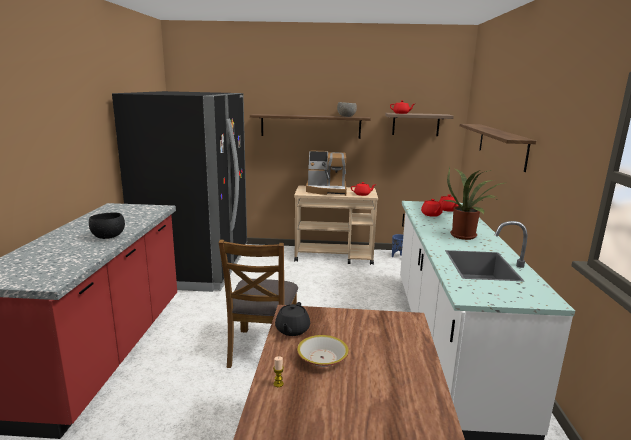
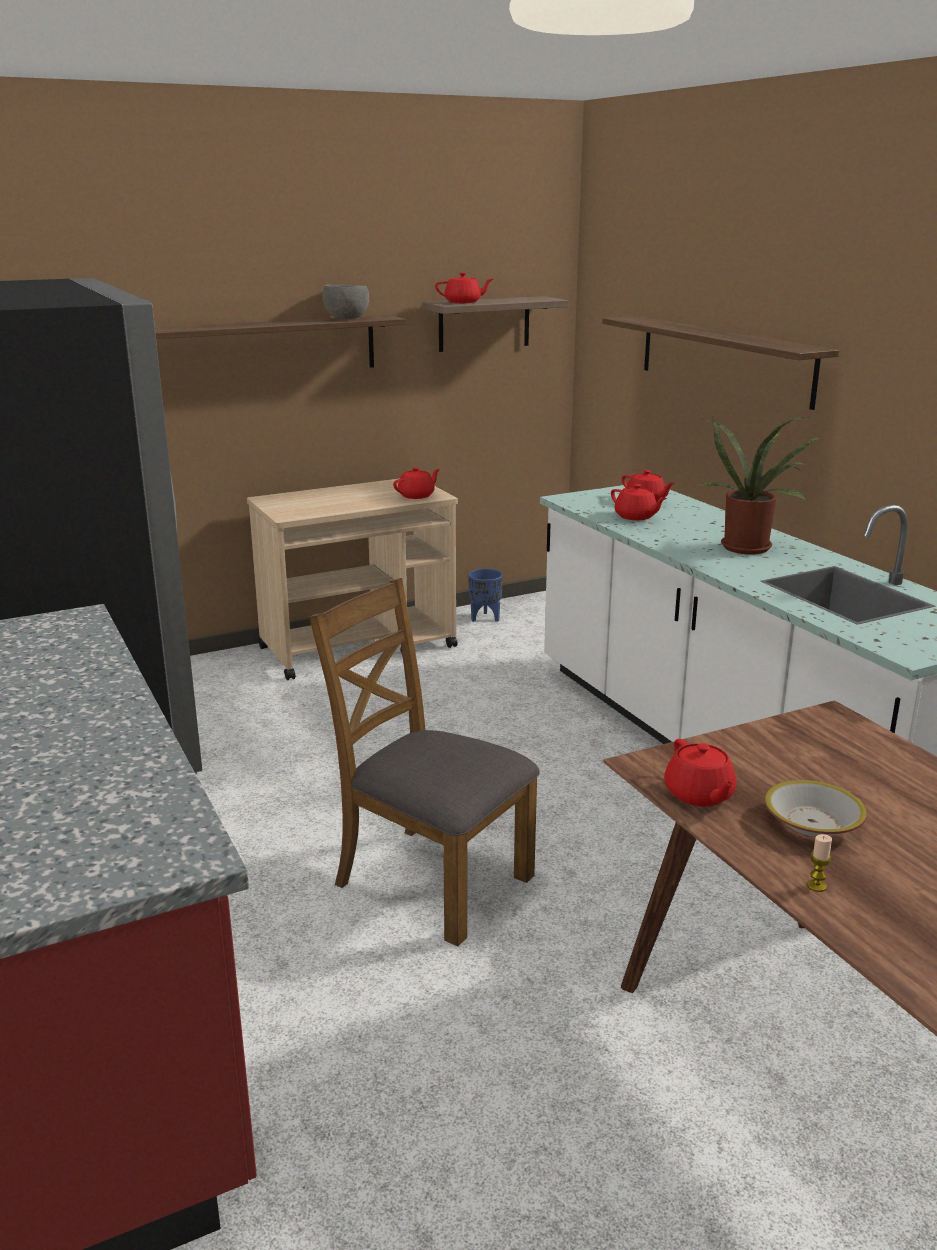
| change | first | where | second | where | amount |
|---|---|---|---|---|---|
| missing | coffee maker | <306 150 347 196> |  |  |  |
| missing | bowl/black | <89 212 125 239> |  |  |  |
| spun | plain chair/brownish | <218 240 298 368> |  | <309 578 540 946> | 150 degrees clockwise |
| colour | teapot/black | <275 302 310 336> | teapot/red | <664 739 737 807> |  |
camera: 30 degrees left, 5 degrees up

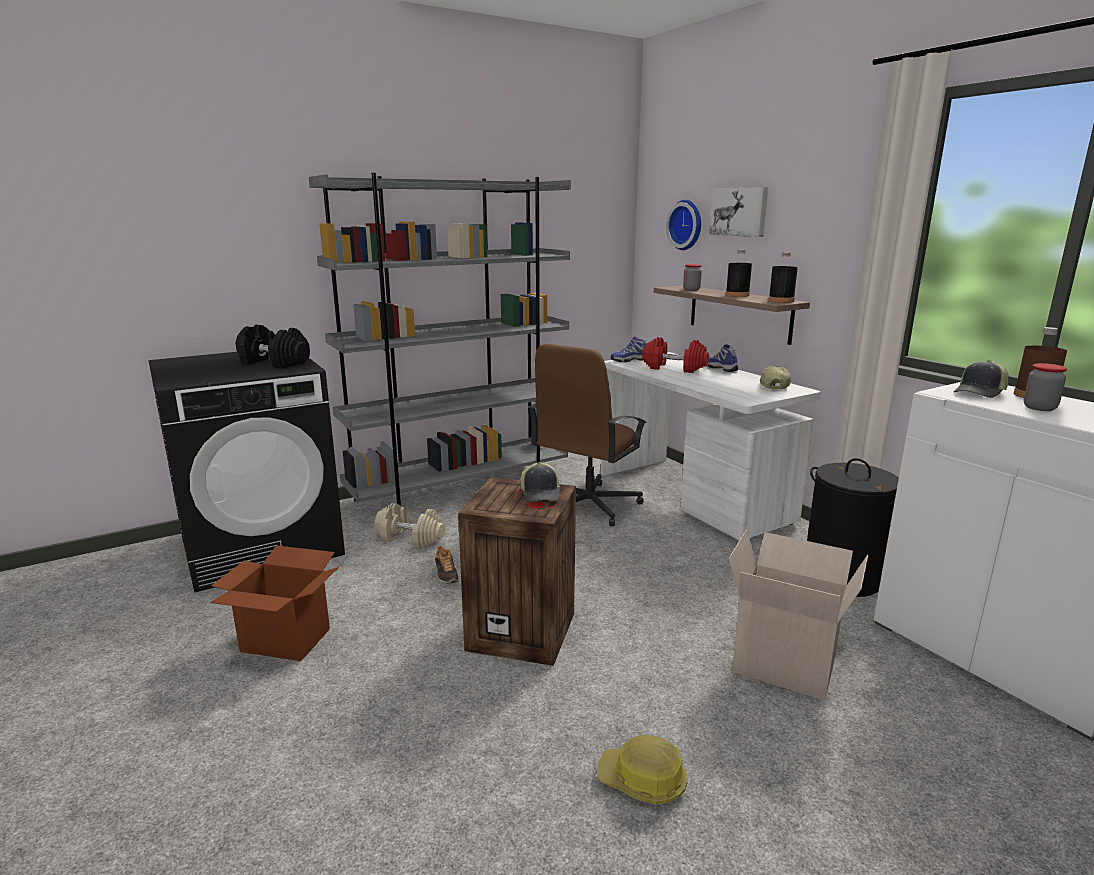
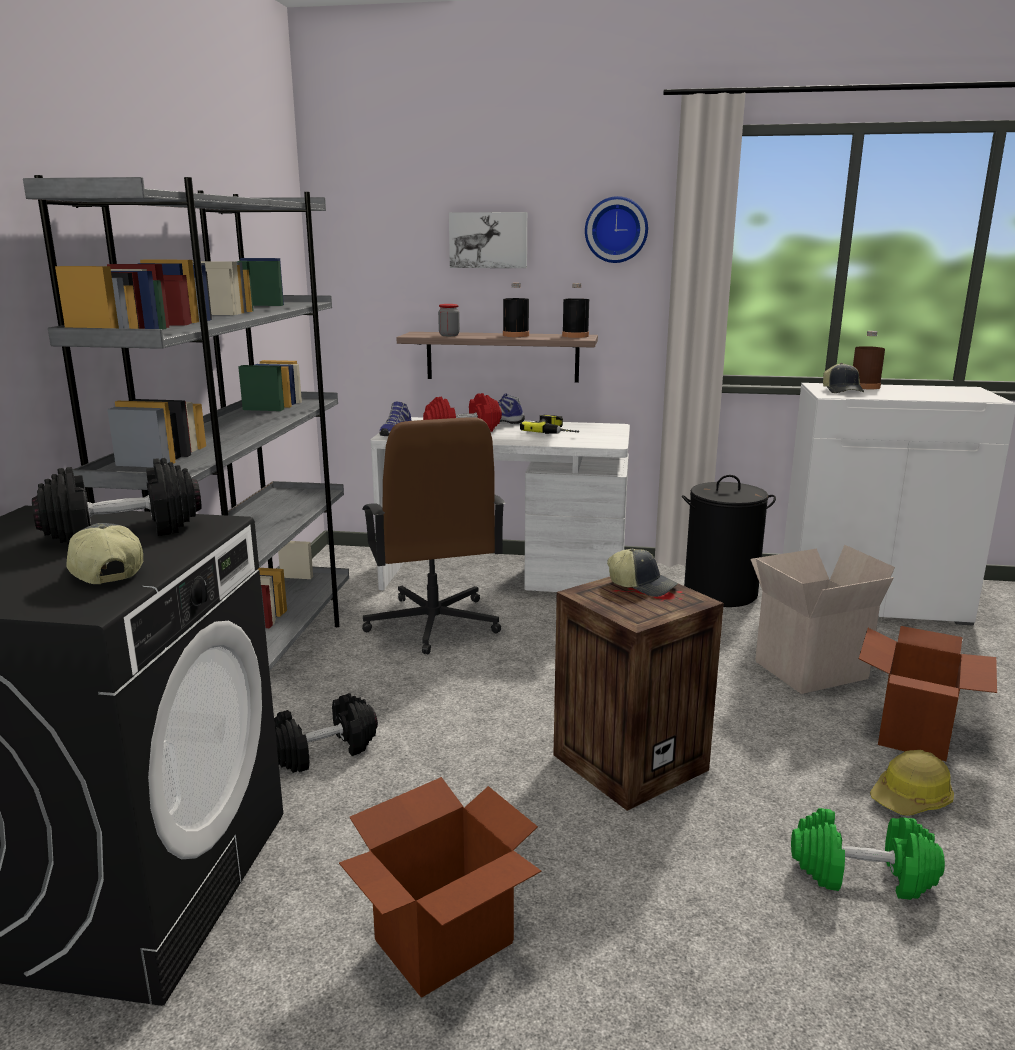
| change | first | where | second | where | amount |
|---|---|---|---|---|---|
| relocated | wall clock | <666 200 701 250> |  | <585 196 648 263> |  |
| missing | preserve jar | <1024 363 1067 411> |  |  |  |
| relocated | peaked cap | <760 365 790 389> |  | <66 523 143 584> |  |
| colour | dumbbell/beige-coloured | <375 503 445 548> | dumbbell/black | <274 693 378 773> |  |
| missing | shoe | <435 546 459 584> |  |  |  |
| appeared |  |  | electric drill | <520 415 579 434> |  |
| appeared |  |  | carton | <859 626 997 761> |  |
| appeared |  |  | dumbbell/greenish | <791 808 945 900> |  |
camera: 50 degrees left, 0 degrees up

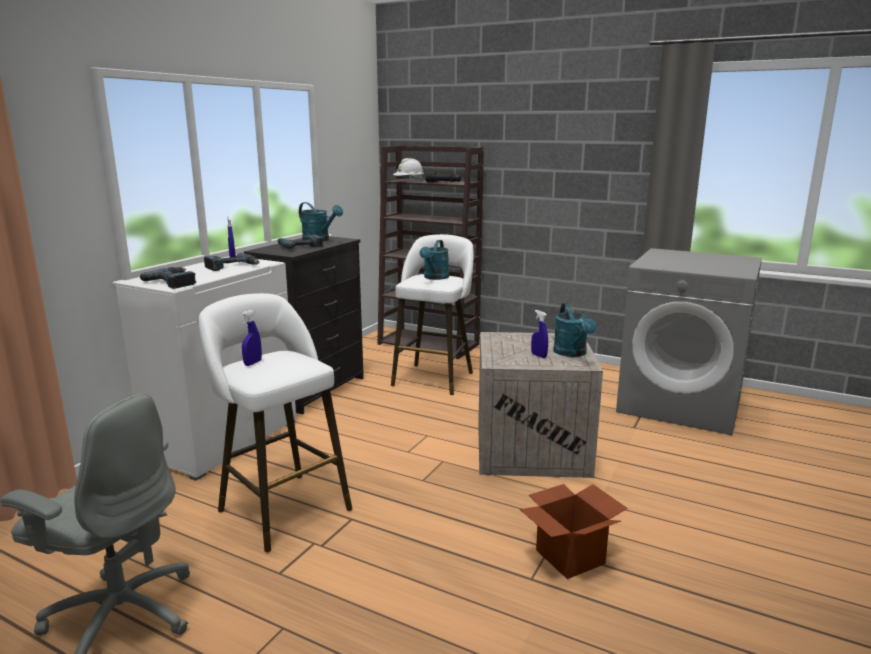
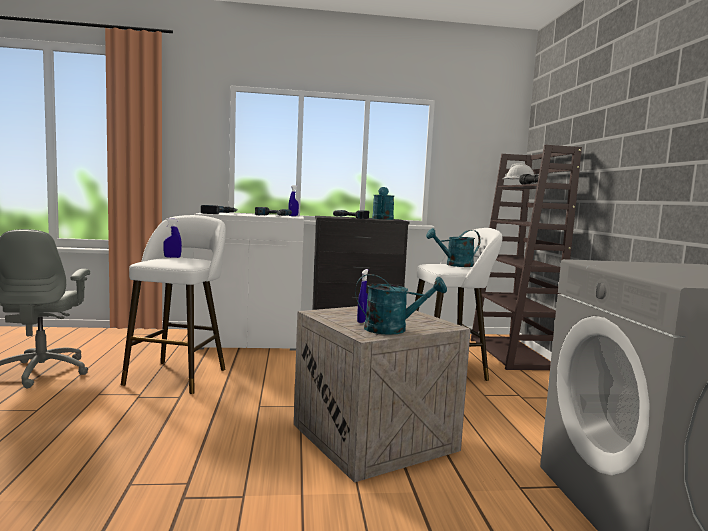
| change | first | where | second | where | amount |
|---|---|---|---|---|---|
| spun | watering can/blue-green | <553 303 596 357> |  | <355 274 447 335> | 135 degrees counterclockwise |
| missing | carton | <520 484 628 579> |  |  |  |
camera: 55 degrees right, 10 degrees down

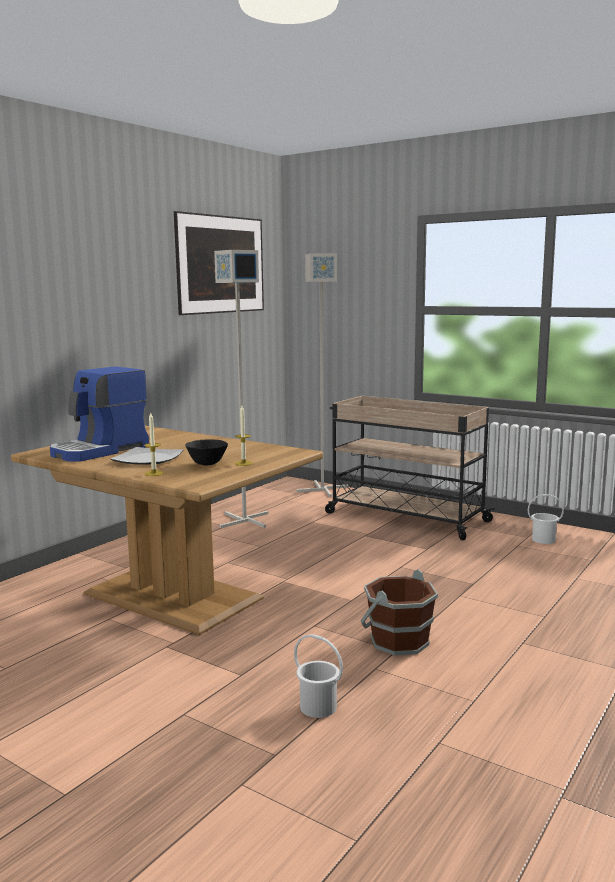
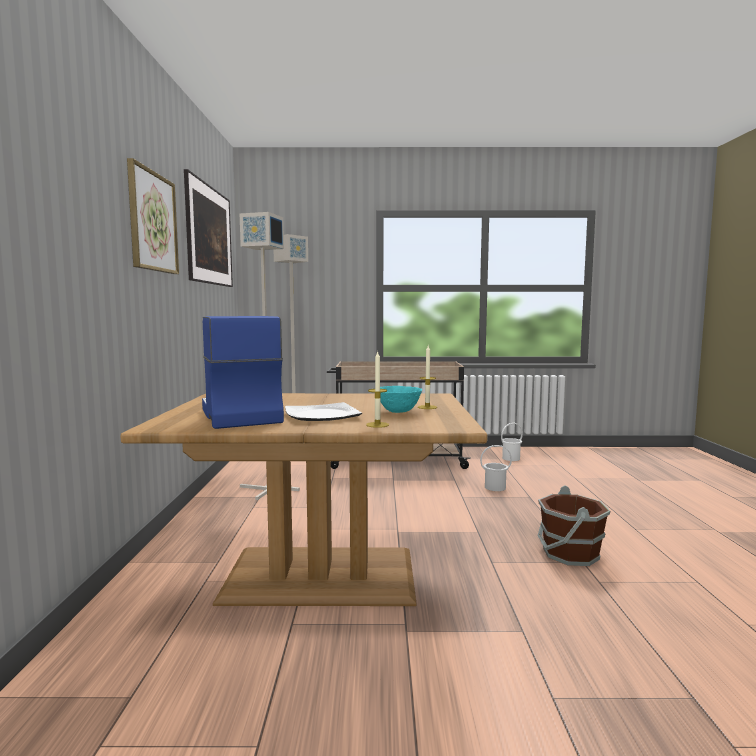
| change | first | where | second | where | amount |
|---|---|---|---|---|---|
| spun | coffee maker | <50 366 149 462> |  | <202 316 284 429> | 150 degrees clockwise |
| colour | bowl/black | <186 439 228 465> | bowl/blue-green | <380 386 422 413> |  |
| relocated | water bucket/white-coloured | <294 634 343 718> |  | <480 445 512 491> |  |
| appeared |  |  | wall art | <127 158 179 274> |  |
camera: 35 degrees left, 5 degrees down

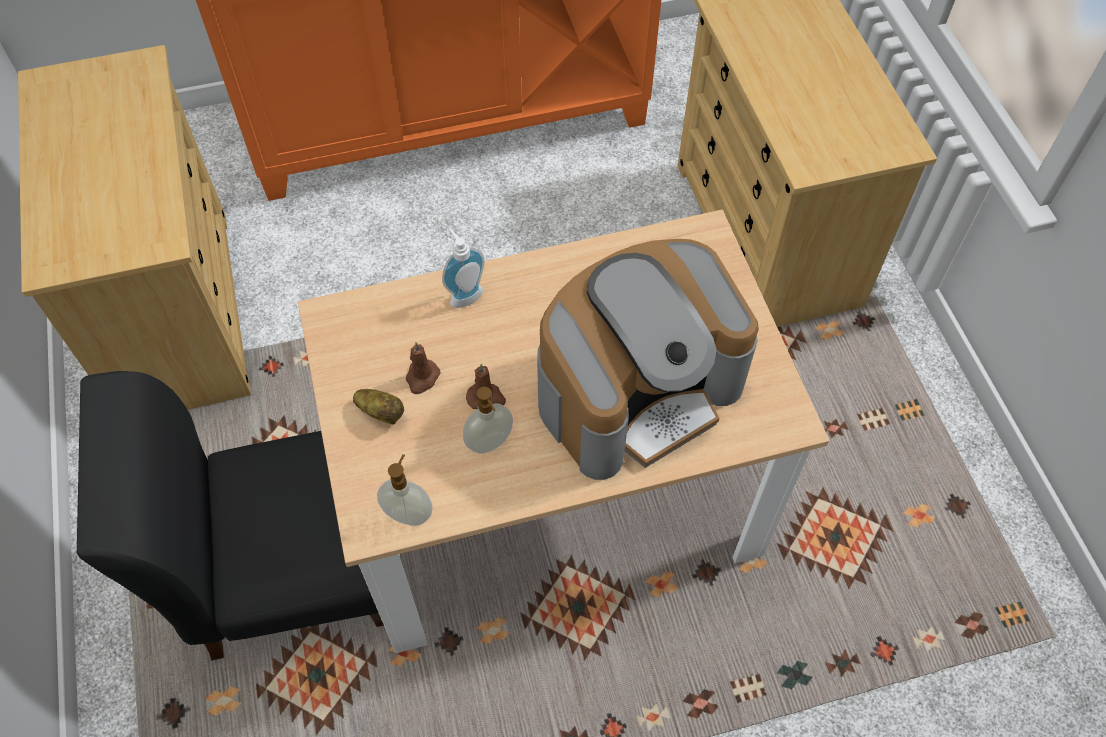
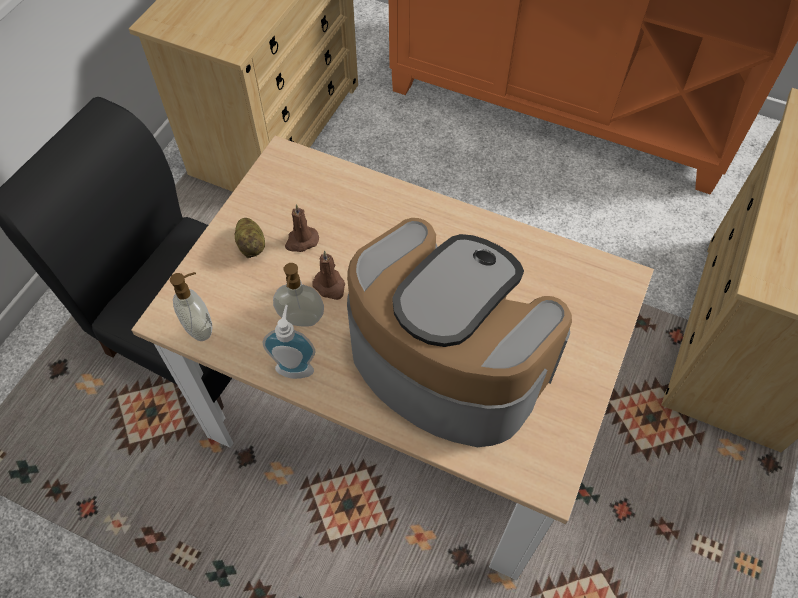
| change | first | where | second | where | amount |
|---|---|---|---|---|---|
| relocated | soap dispenser | <442 228 485 308> |  | <263 305 315 379> |  |
| spun | coffee maker | <537 239 759 480> |  | <347 218 572 447> | 150 degrees counterclockwise |
camera: 40 degrees right, 0 degrees up

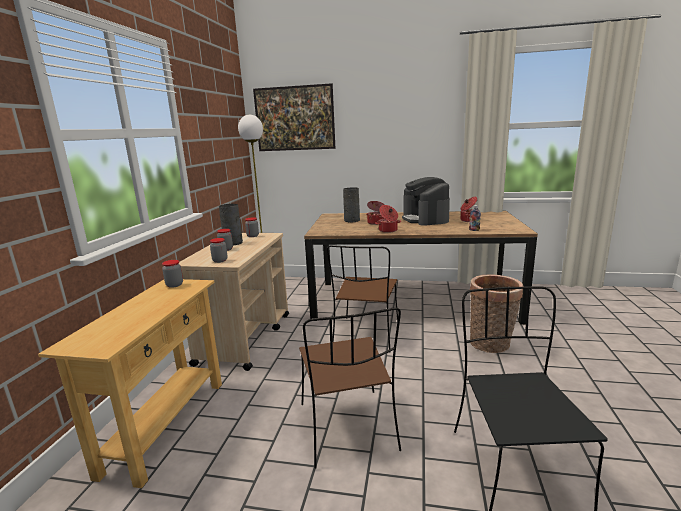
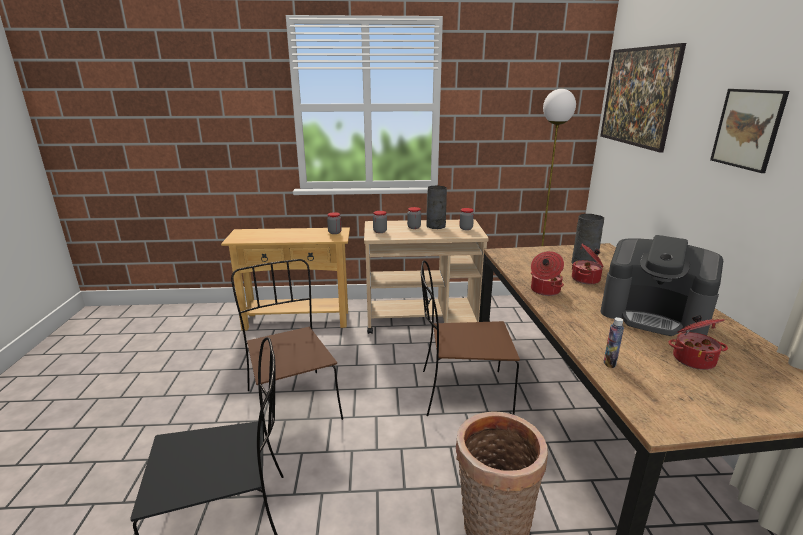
| change | first | where | second | where | amount |
|---|---|---|---|---|---|
| spun | coffee maker | <402 177 450 226> |  | <601 235 723 336> | 120 degrees counterclockwise |
| spun | plain chair/brownish | <299 307 401 469> |  | <231 259 343 441> | 90 degrees clockwise |
| appeared |  |  | wall art | <710 89 789 173> |  |
camera: 75 degrees right, 5 degrees up

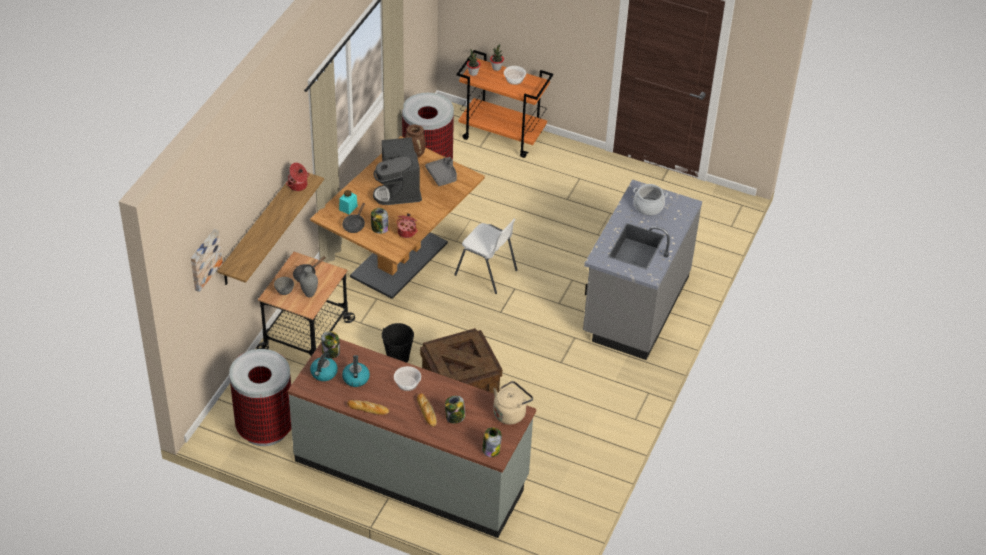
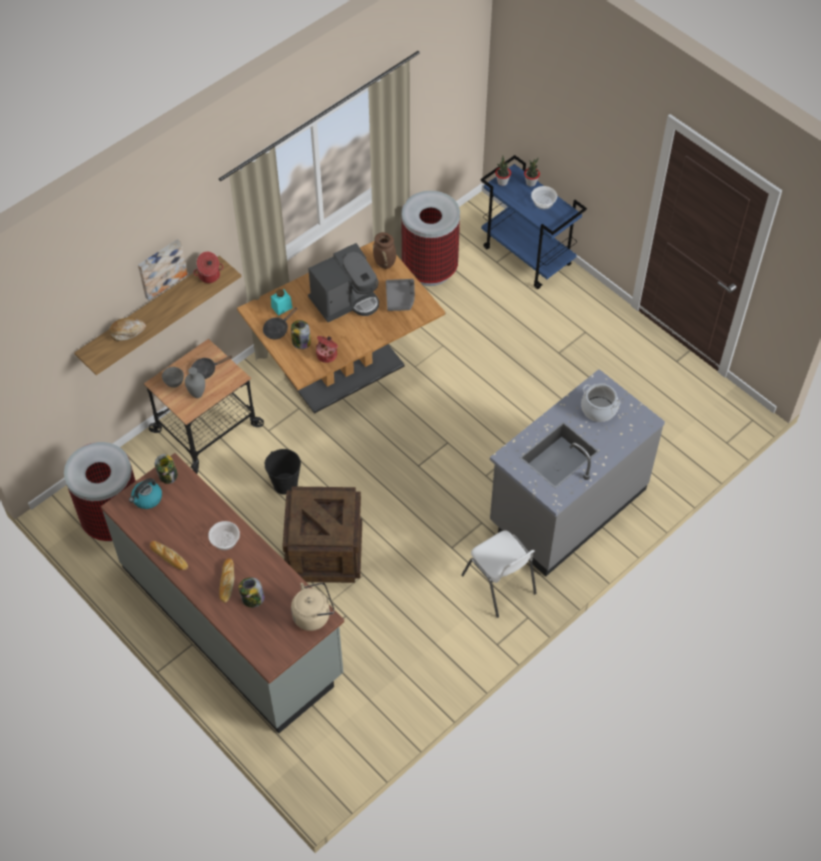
| change | first | where | second | where | amount |
|---|---|---|---|---|---|
| colour | trolley/orange-coloured | <457 50 553 158> | trolley/bluish | <481 155 587 289> |  |
| spun | coffee maker | <373 137 422 205> |  | <308 243 379 322> | 135 degrees counterclockwise |
| relocated | plain chair/white-coloured | <454 219 518 294> |  | <461 530 537 618> |  |
| relocated | wall art | <191 229 223 292> |  | <138 239 187 300> |  |
| missing | tea kettle | <342 355 370 387> |  |  |  |
| missing | preserve jar | <482 427 502 457> |  |  |  |
| appeared |  |  | bread | <109 318 146 341> |  |
camera: 25 degrees right, 10 degrees up

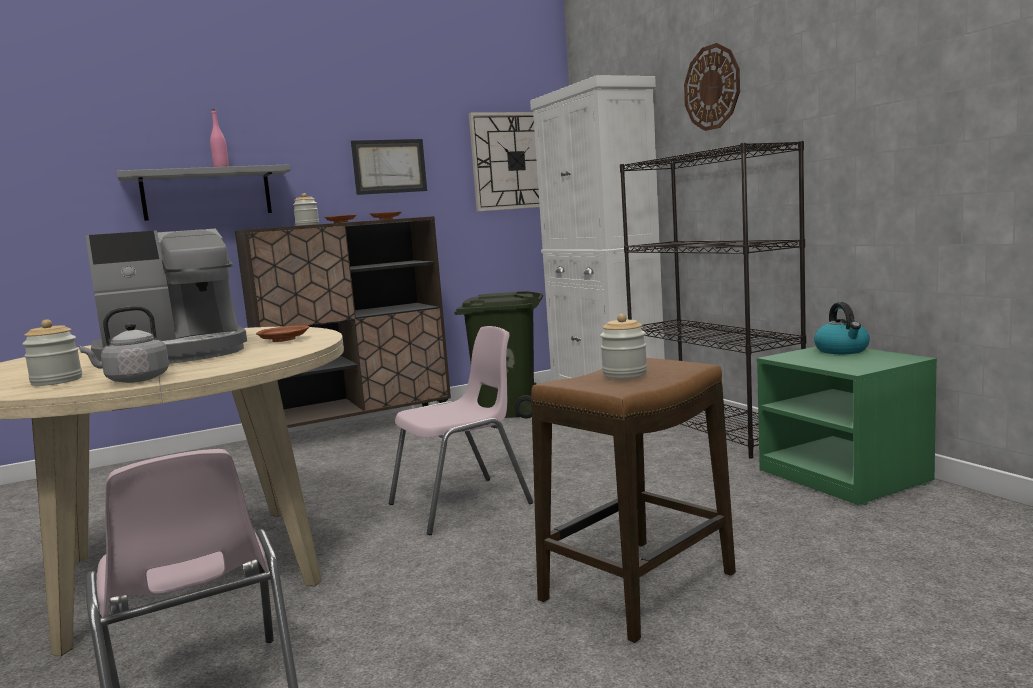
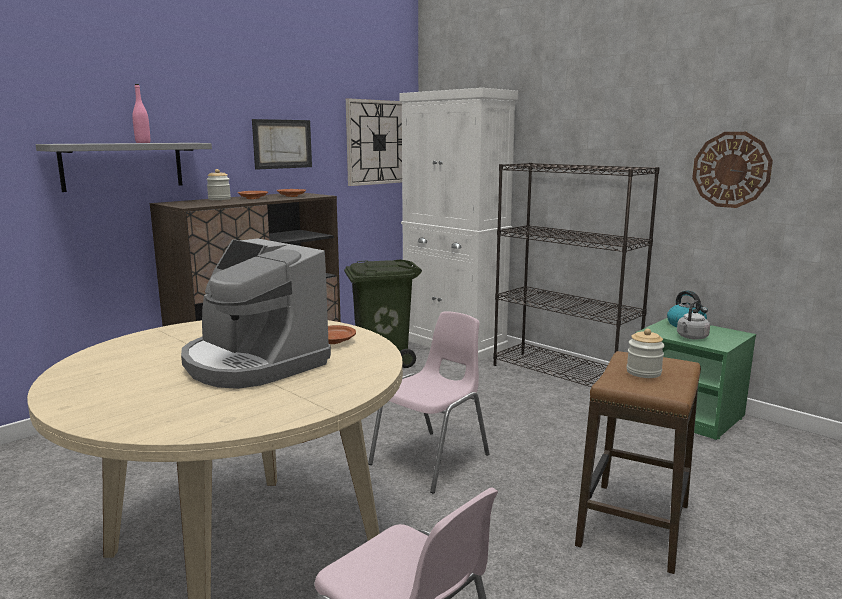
| change | first | where | second | where | amount |
|---|---|---|---|---|---|
| relocated | wall clock | <684 43 740 131> |  | <692 132 773 208> |  |
| spun | coffee maker | <85 229 247 364> |  | <181 238 331 389> | 90 degrees clockwise |
| relocated | tea kettle/grey | <79 306 169 383> |  | <677 300 710 340> |  |
| missing | preserve jar | <22 319 82 386> |  |  |  |
camera: 20 degrees left, 5 degrees up

